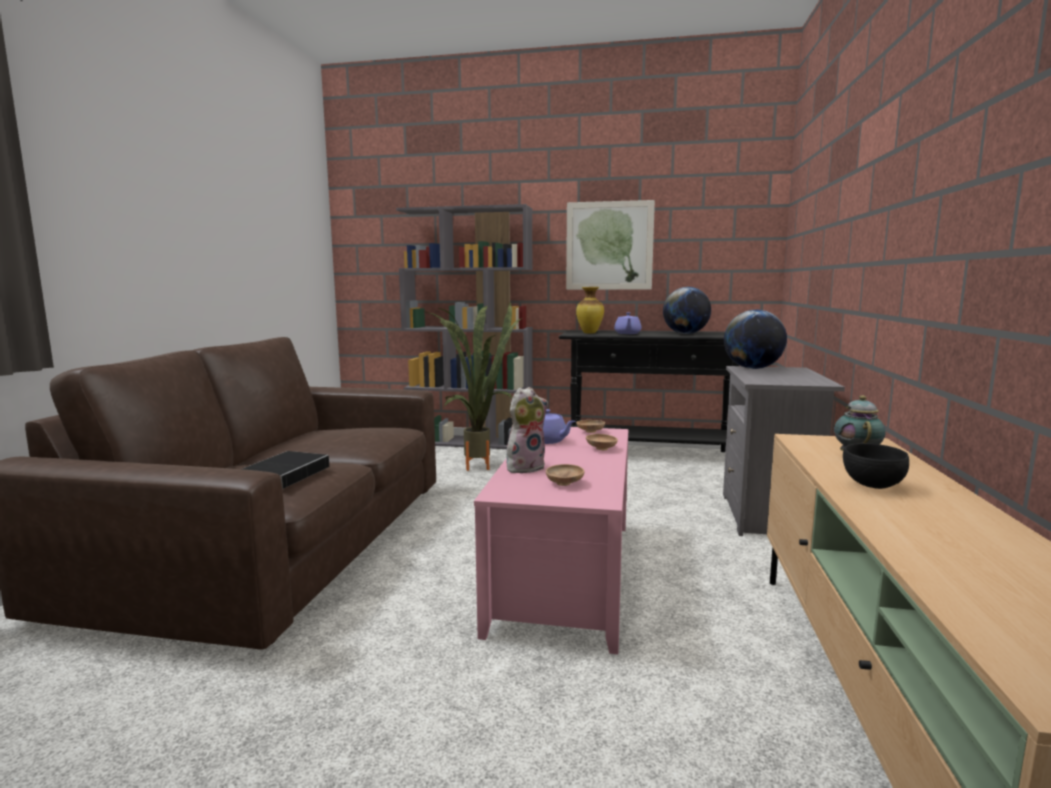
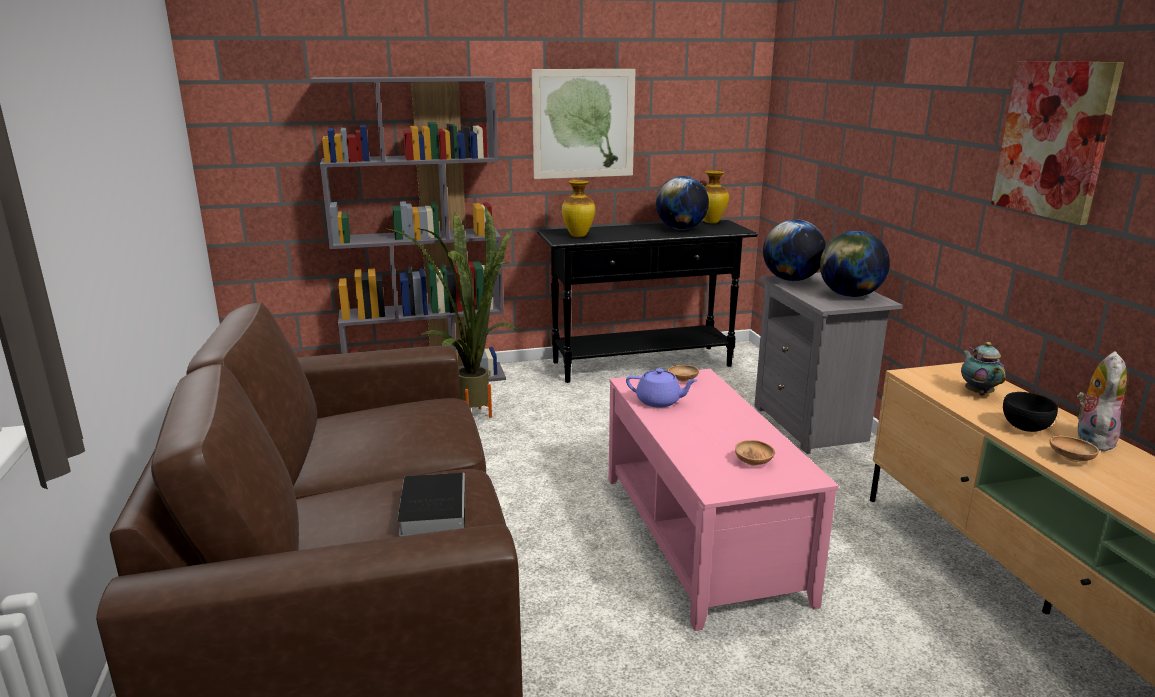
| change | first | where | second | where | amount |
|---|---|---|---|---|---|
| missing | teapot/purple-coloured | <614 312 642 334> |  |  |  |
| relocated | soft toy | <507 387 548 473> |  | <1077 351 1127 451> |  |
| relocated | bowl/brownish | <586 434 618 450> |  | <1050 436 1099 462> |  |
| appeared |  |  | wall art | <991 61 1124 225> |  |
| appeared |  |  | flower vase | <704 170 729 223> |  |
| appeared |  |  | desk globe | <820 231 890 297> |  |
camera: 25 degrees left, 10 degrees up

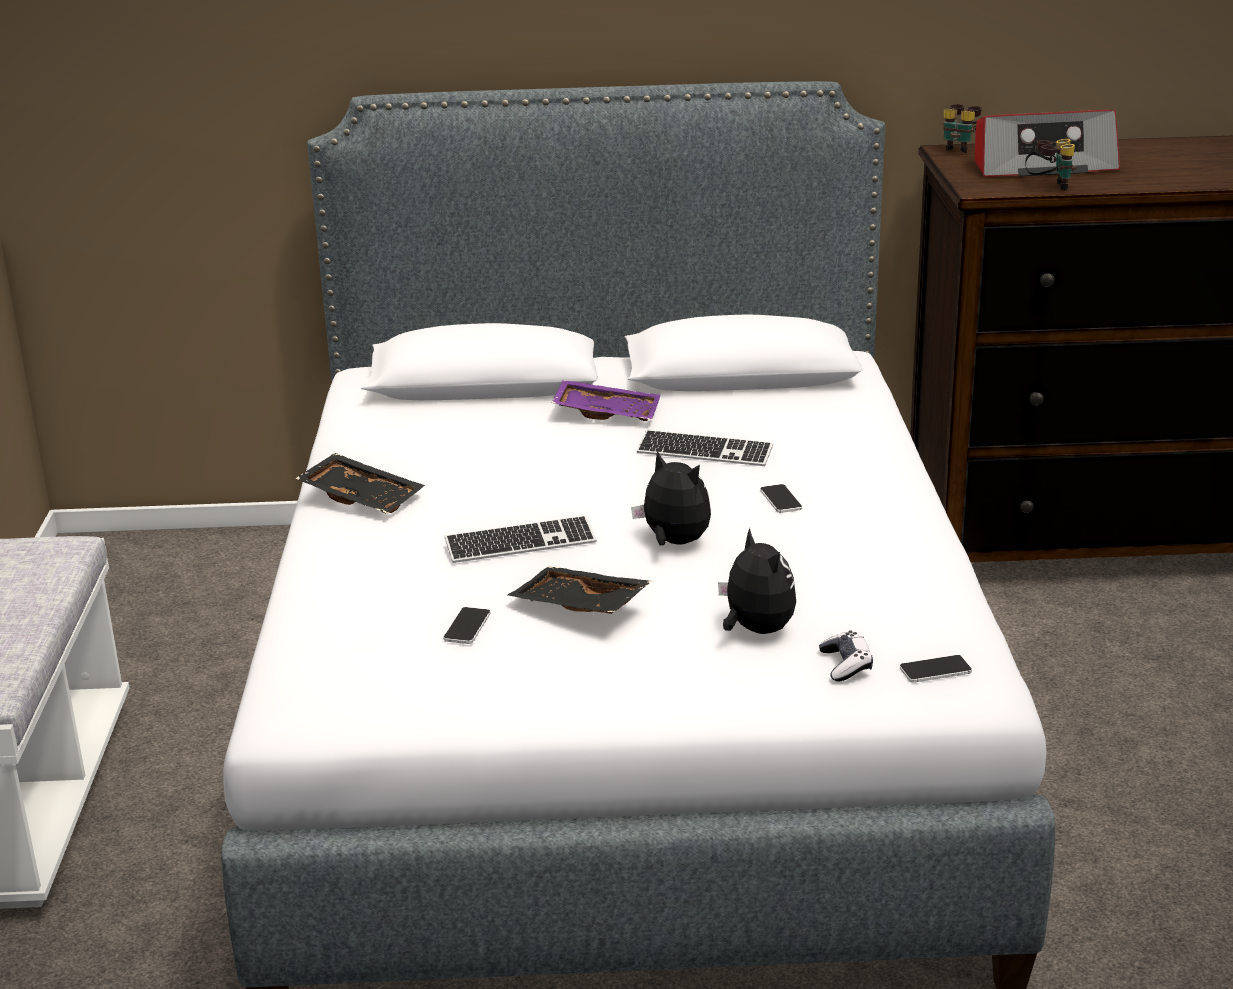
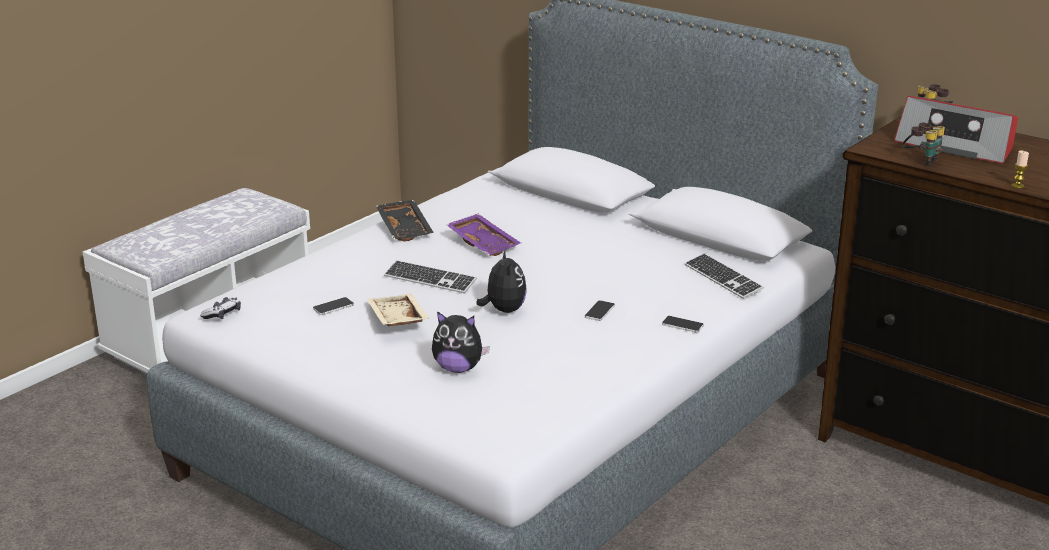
| change | first | where | second | where | amount |
|---|---|---|---|---|---|
| relocated | serving tray/purple-coloured | <552 380 661 421> |  | <446 214 521 256> |  |
| relocated | PC keyboard | <637 430 773 466> |  | <684 253 764 299> |  |
| spun | soft toy | <718 528 796 634> |  | <432 311 490 373> | 90 degrees clockwise |
| colour | serving tray/black | <508 566 652 614> | serving tray/beige-coloured | <367 294 430 326> |  |
| relocated | gamepad | <819 630 873 682> |  | <200 297 241 319> |  |
| relocated | handset | <900 655 972 683> |  | <662 316 704 333> |  |
| appeared |  |  | candle | <1012 151 1029 188> |  |
camera: 40 degrees right, 0 degrees up

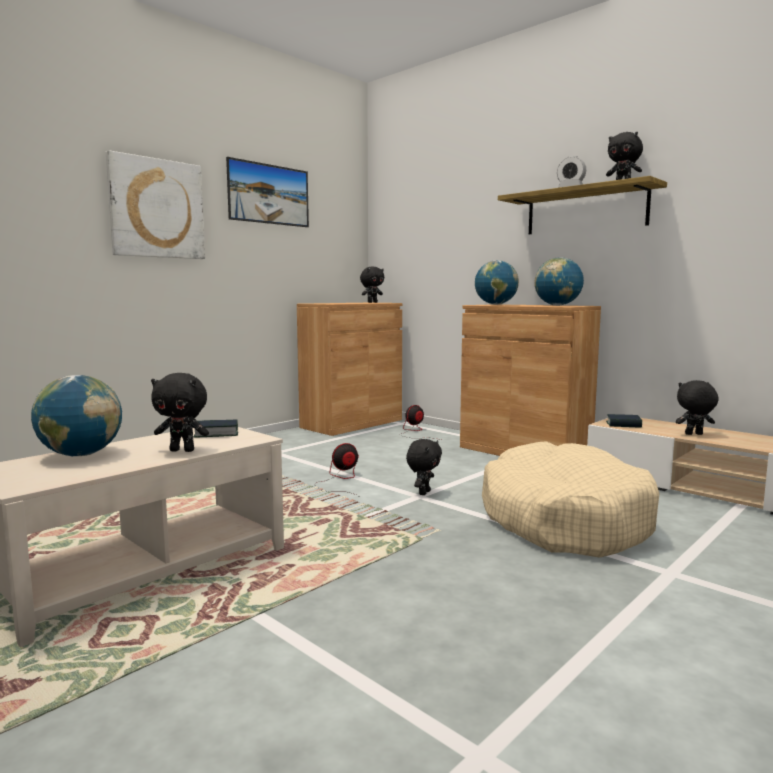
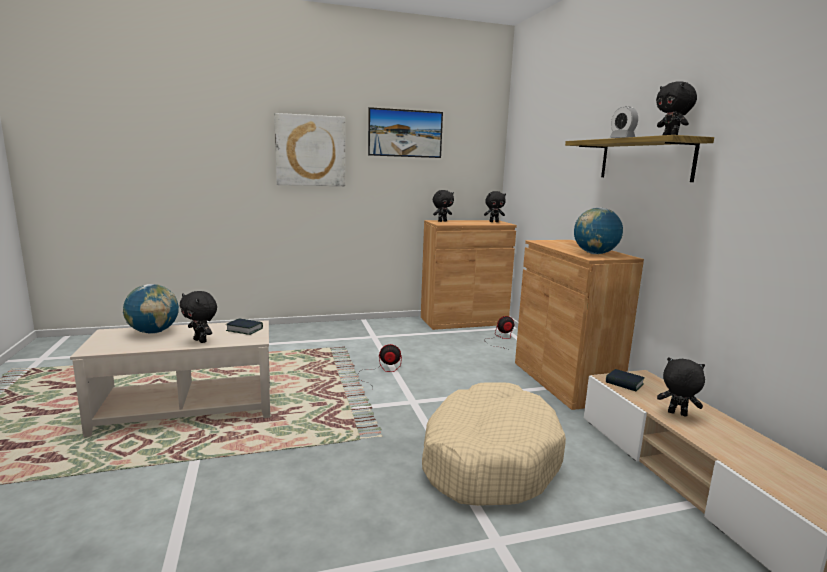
| change | first | where | second | where | amount |
|---|---|---|---|---|---|
| missing | desk globe | <475 260 519 305> |  |  |  |
| relocated | soft toy/black | <406 439 442 495> |  | <433 190 454 222> |  |
camera: 30 degrees right, 5 degrees up

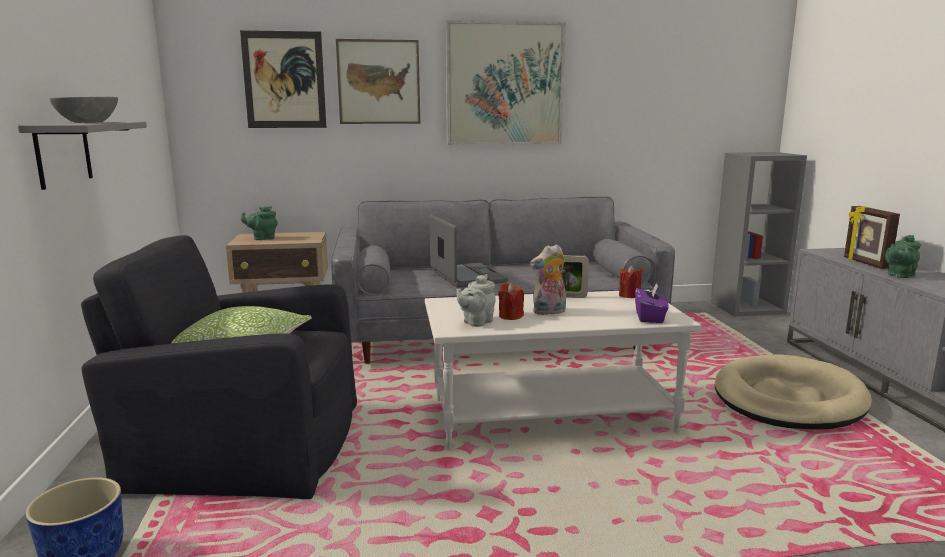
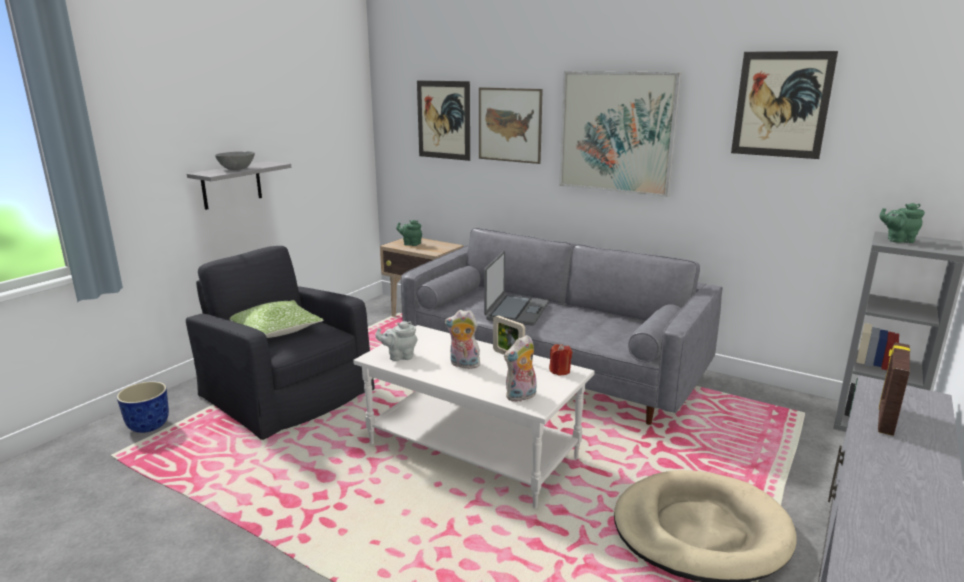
| change | first | where | second | where | amount |
|---|---|---|---|---|---|
| relocated | teapot/greenish | <885 235 921 278> |  | <879 203 925 243> |  |
| missing | candle/red | <498 283 524 320> |  |  |  |
| exchanged | tissue holder/purple-coloured | <635 283 668 323> | soft toy | <504 335 536 402> |  |
| appeared |  |  | wall art | <731 51 838 159> |  |
camera: 40 degrees right, 5 degrees up

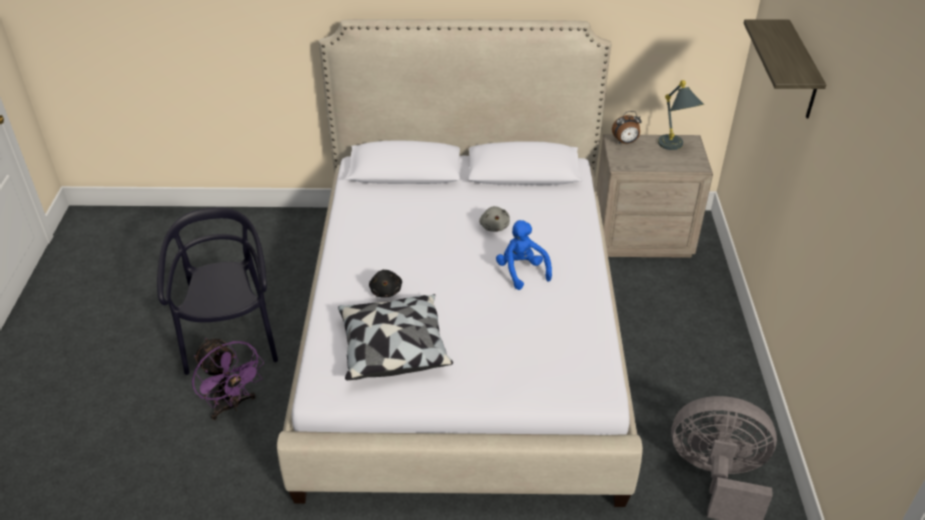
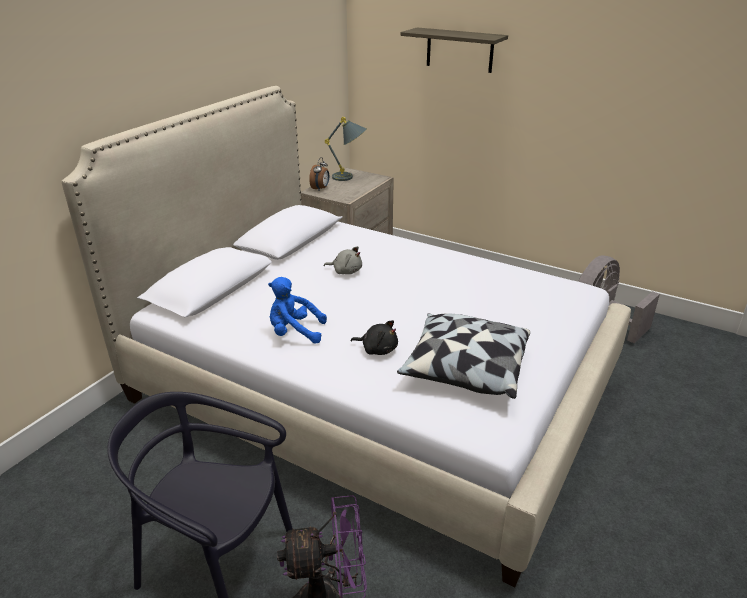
| change | first | where | second | where | amount |
|---|---|---|---|---|---|
| relocated | soft toy/bluish | <496 220 552 290> |  | <268 277 327 344> |  |
camera: 60 degrees left, 10 degrees down

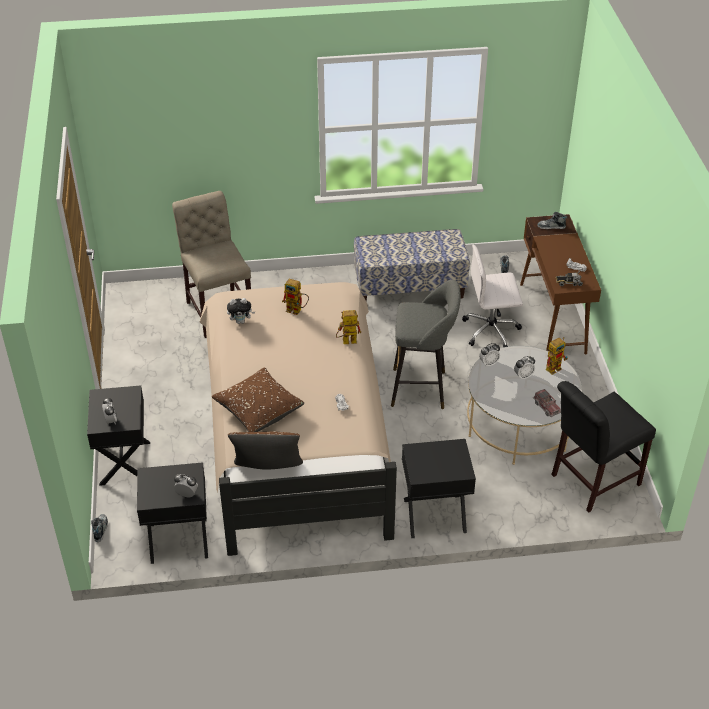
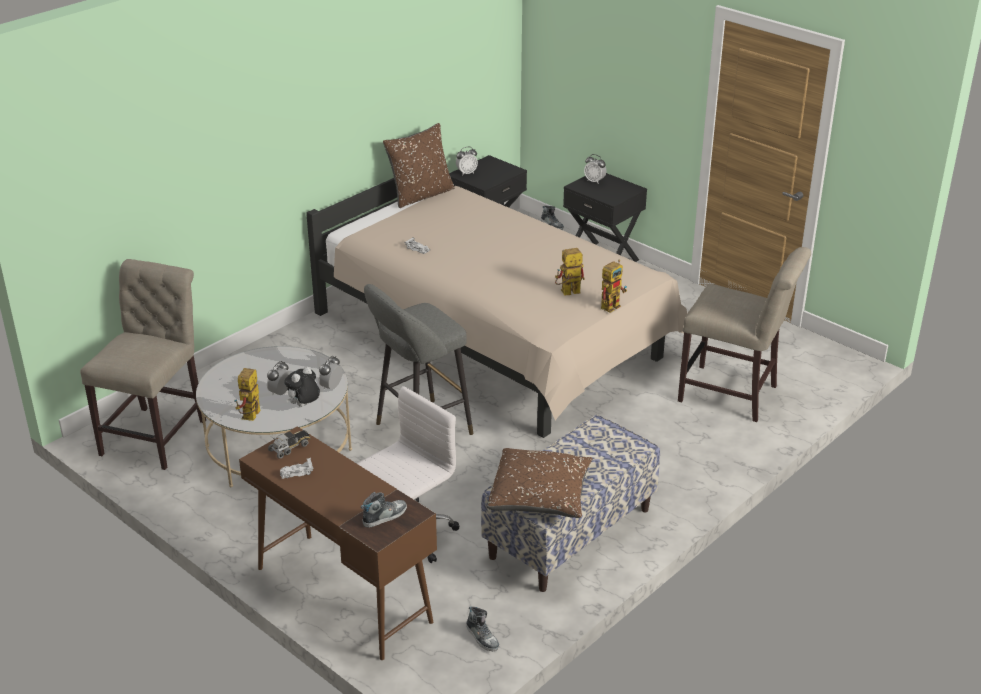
| change | first | where | second | where | amount |
|---|---|---|---|---|---|
| relocated | soft toy | <227 298 255 324> |  | <284 367 320 407> |  |
| relocated | model robot | <336 310 361 344> |  | <601 260 627 313> |  |
| relocated | pillow/brownish | <212 367 304 432> |  | <487 448 593 518> |  |
| colour | plain chair/black | <551 381 656 513> | plain chair/beige-coloured | <80 259 206 470> |  |
| missing | toy truck | <533 389 561 417> |  |  |  |
| missing | night table/black | <402 439 476 538> |  |  |  |
camera: 140 degrees right, 10 degrees down

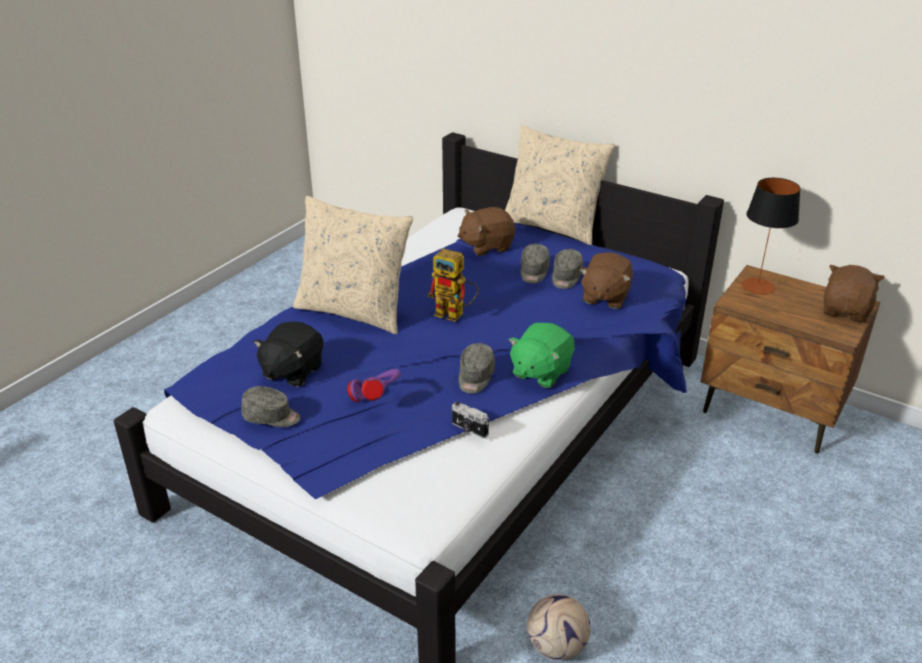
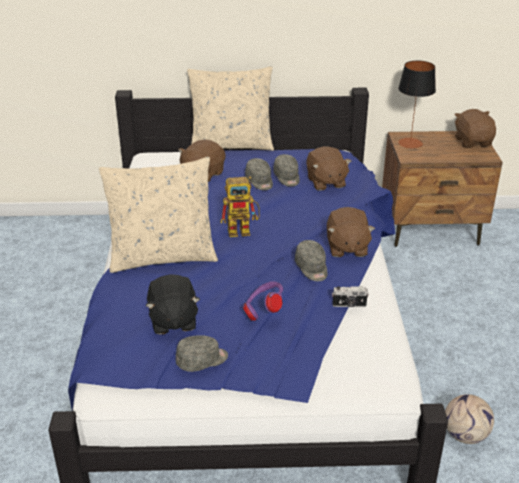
| change | first | where | second | where | amount |
|---|---|---|---|---|---|
| colour | soft toy/greenish | <509 323 574 388> | soft toy/brownish | <327 207 375 257> |  |
camera: 35 degrees left, 0 degrees up

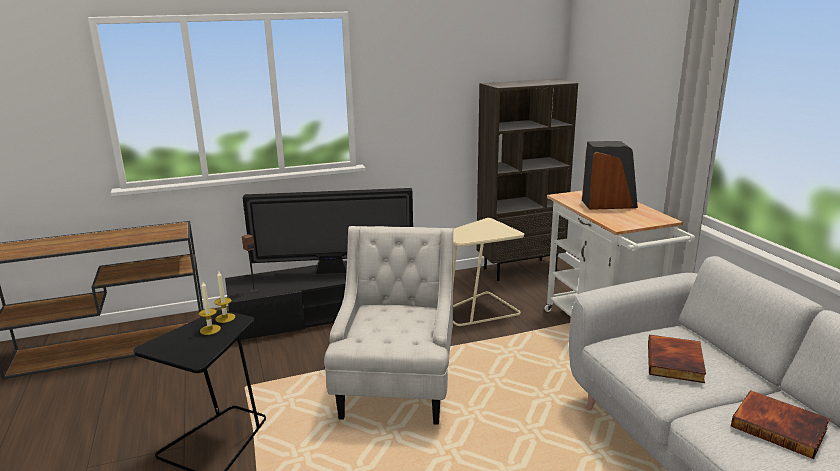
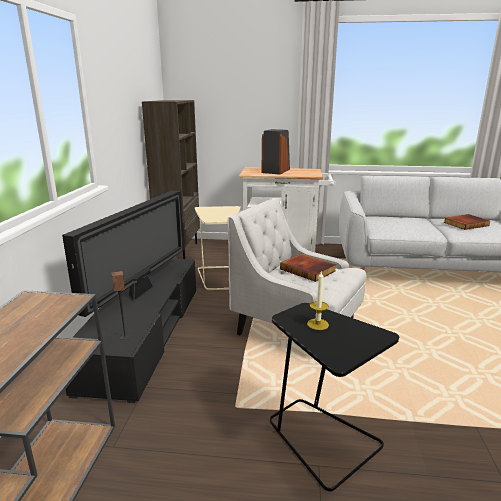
| change | first | where | second | where | amount |
|---|---|---|---|---|---|
| missing | candle | <214 271 235 323> |  |  |  |
| relocated | bound book | <648 335 706 383> |  | <280 254 336 282> |  |
camera: 65 degrees left, 0 degrees up

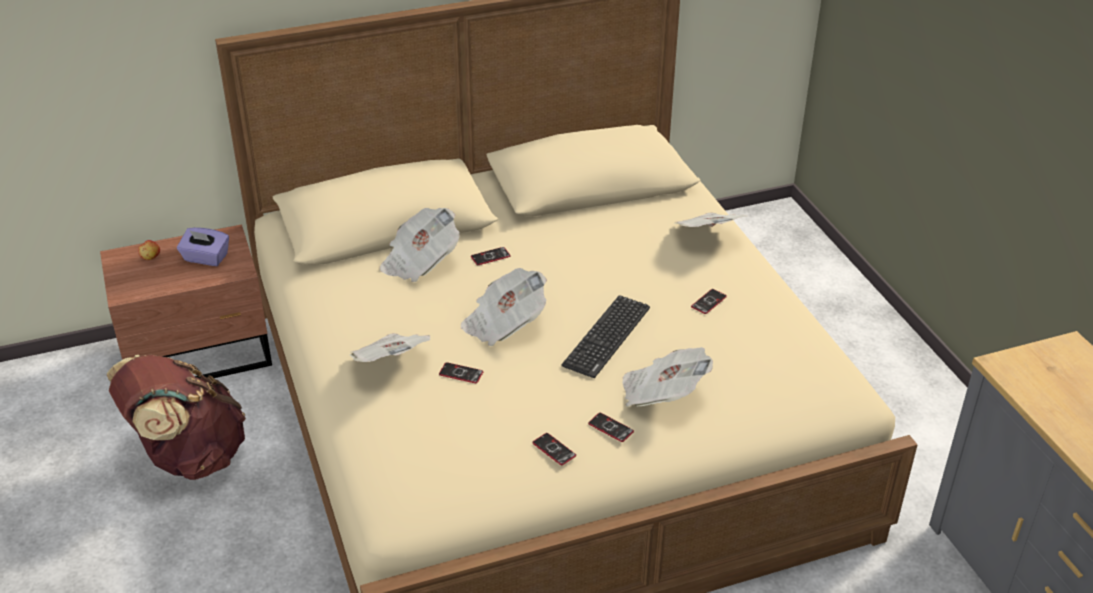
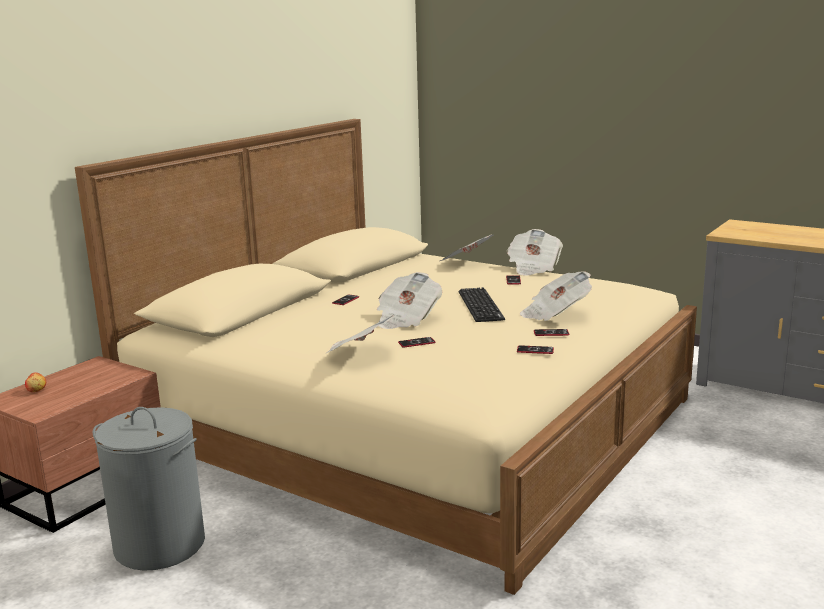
| change | first | where | second | where | amount |
|---|---|---|---|---|---|
| relocated | daily paper | <380 208 459 282> |  | <507 229 563 276> |  |
| missing | tissue holder/purple-coloured | <177 227 229 266> |  |  |  |
| exchanged | knapsack/brownish | <107 355 246 480> | laundry basket/grey | <93 407 205 571> |  |
camera: 35 degrees left, 20 degrees down

